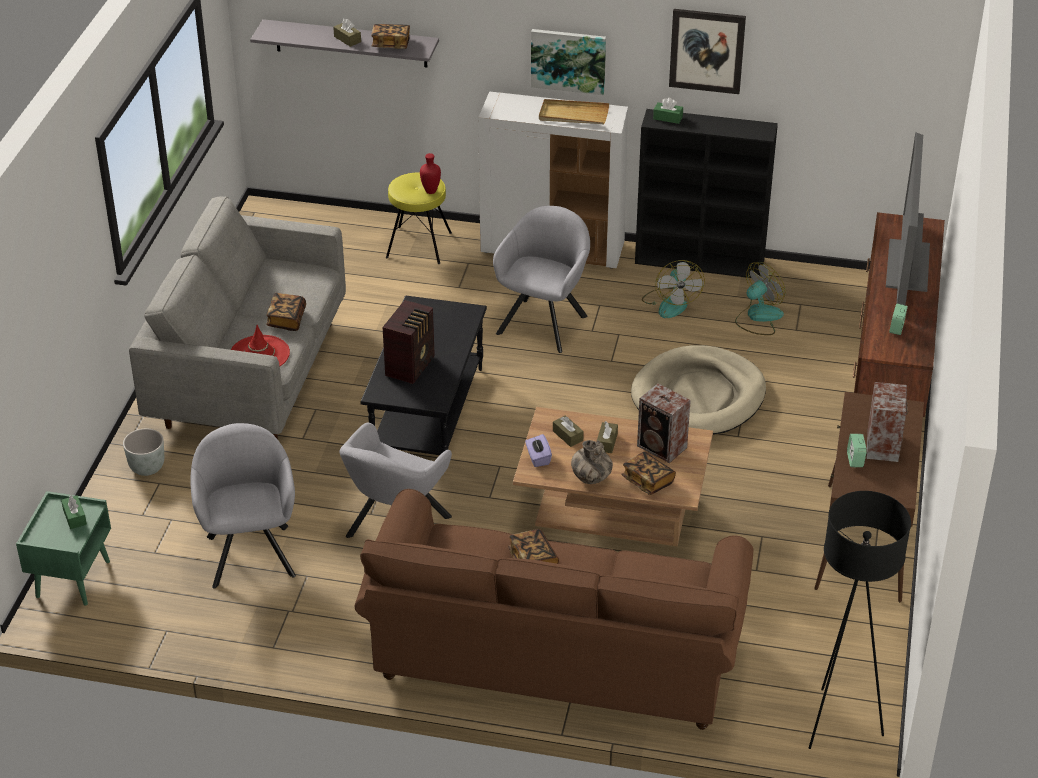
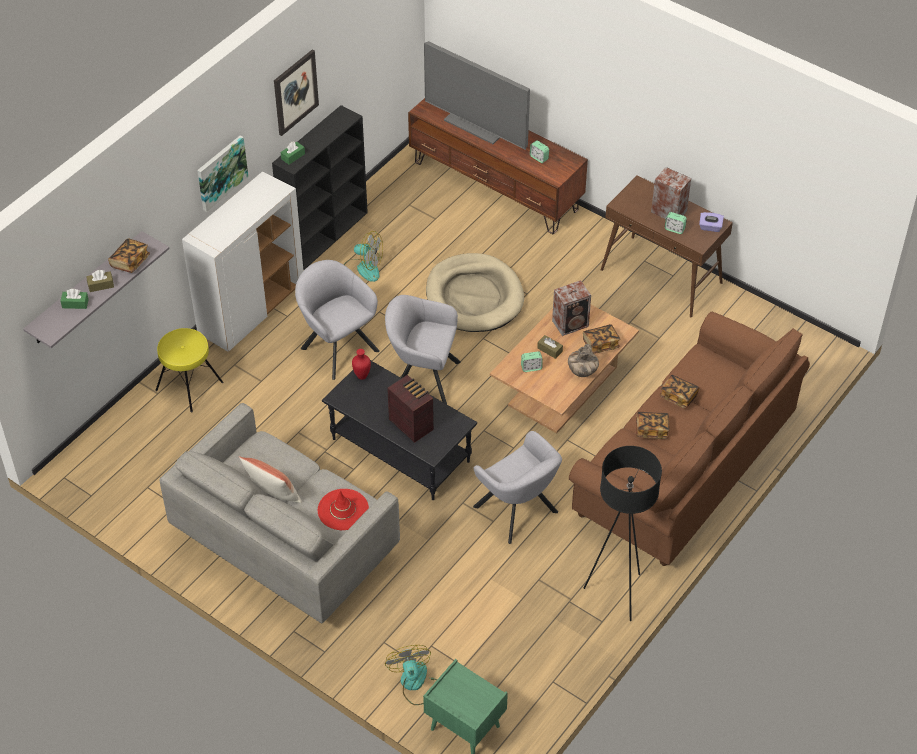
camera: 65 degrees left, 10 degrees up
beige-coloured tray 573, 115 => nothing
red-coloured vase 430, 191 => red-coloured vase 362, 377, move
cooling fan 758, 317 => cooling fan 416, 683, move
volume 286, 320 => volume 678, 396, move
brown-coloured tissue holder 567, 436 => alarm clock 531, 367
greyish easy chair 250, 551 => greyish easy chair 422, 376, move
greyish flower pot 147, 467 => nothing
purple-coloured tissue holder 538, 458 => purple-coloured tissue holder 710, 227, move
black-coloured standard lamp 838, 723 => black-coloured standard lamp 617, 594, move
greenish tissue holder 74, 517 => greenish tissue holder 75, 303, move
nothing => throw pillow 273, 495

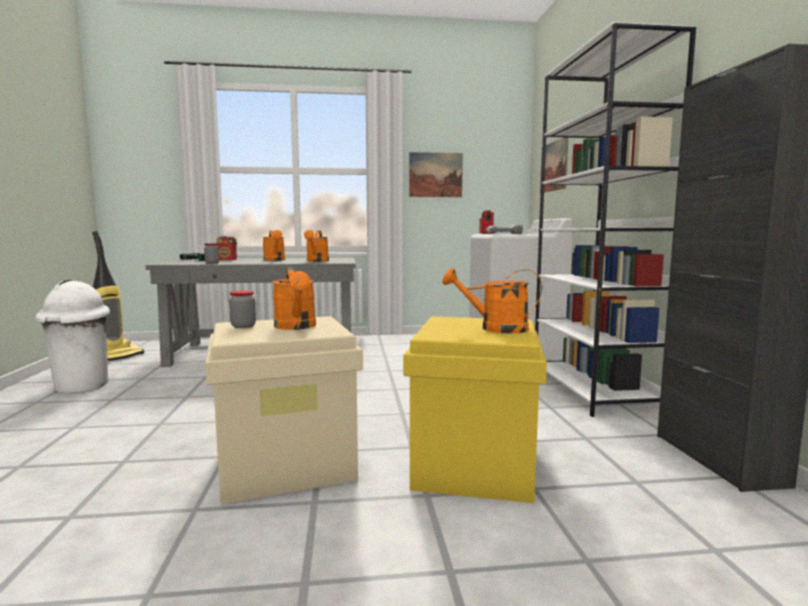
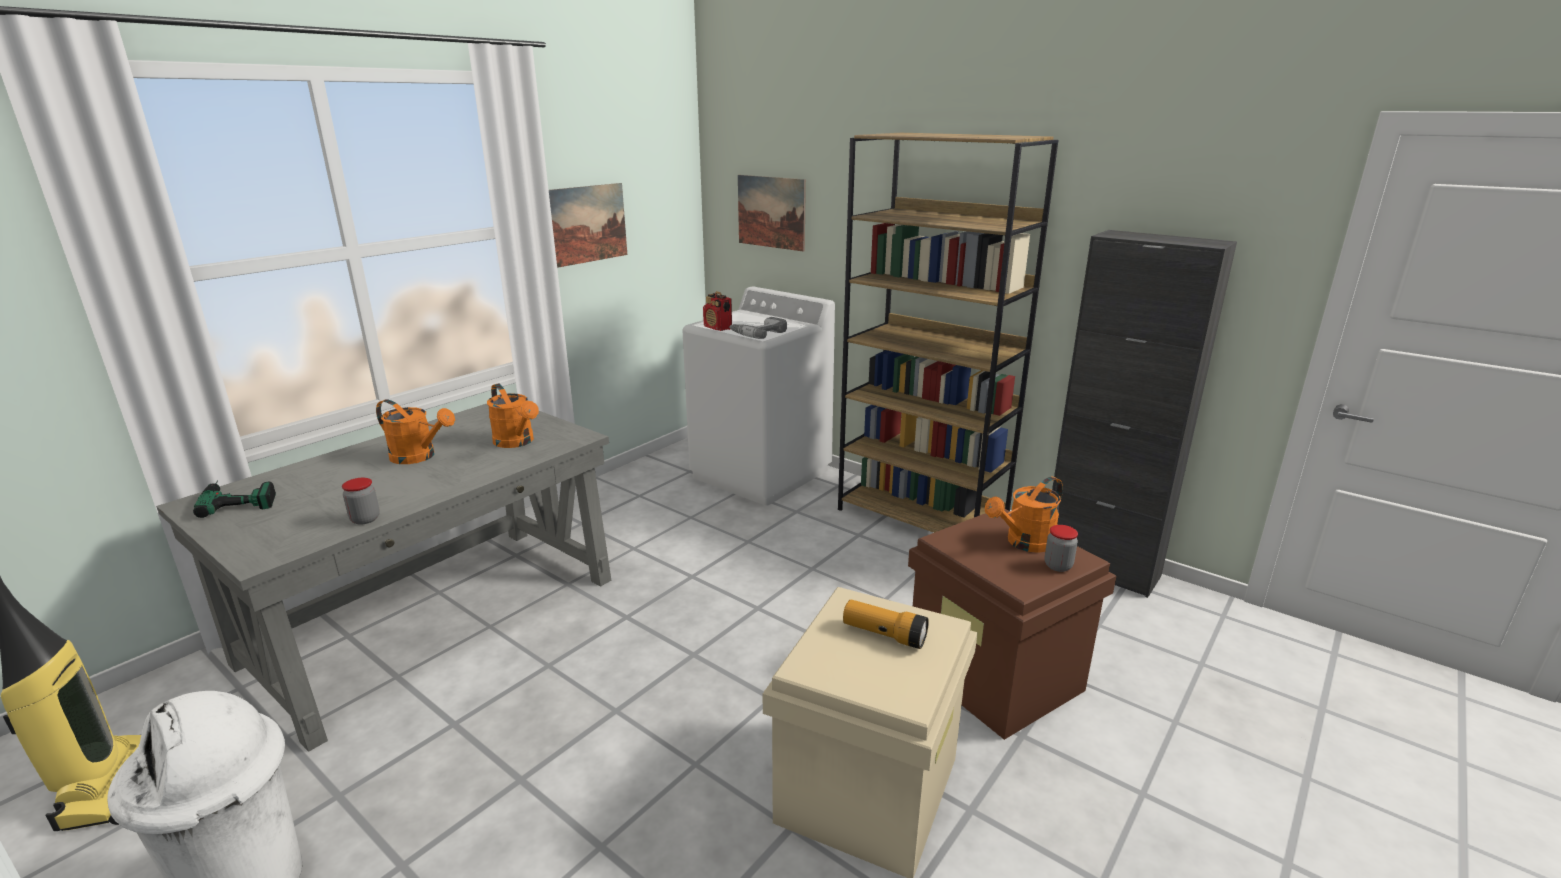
camera: 45 degrees left, 15 degrees up
white bookshelf 592, 390 => brown-coloured bookshelf 922, 517
radio 227, 260 => nothing
orange watering pot 296, 327 => torch 884, 635
storage jar 243, 326 => storage jar 1058, 566, move
yellowish storage container 475, 465 => brown-coloured storage container 996, 676

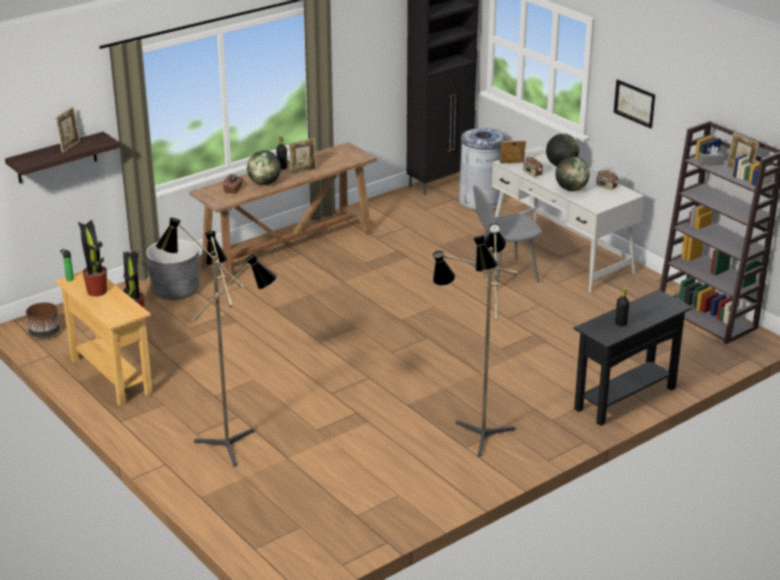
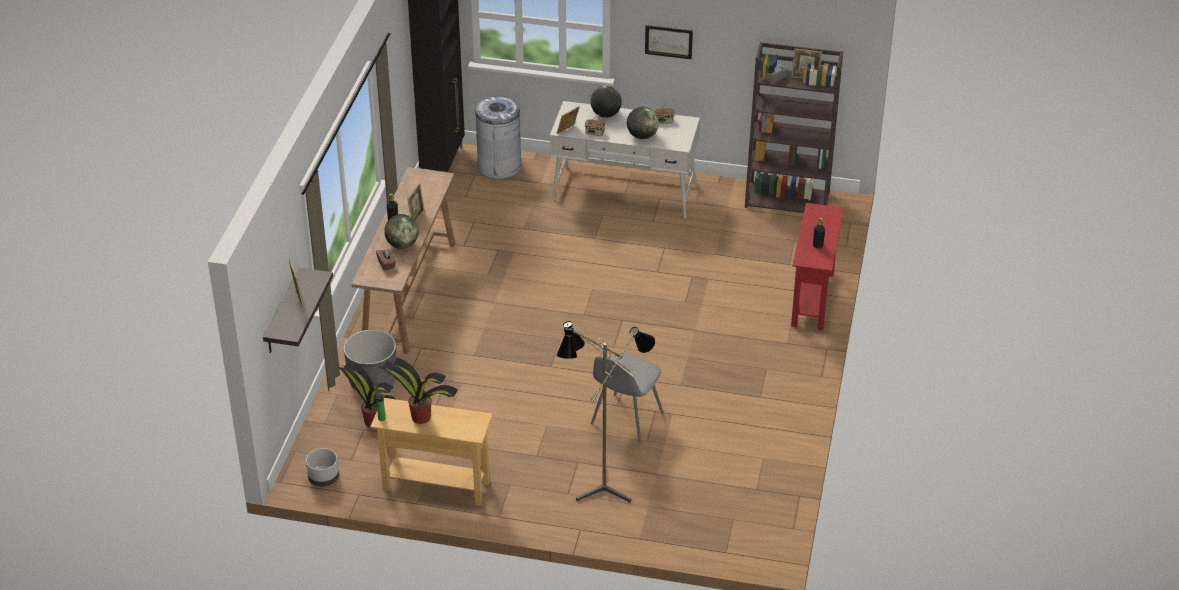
camera: 40 degrees left, 10 degrees up
greyish chair 504, 274 => greyish chair 625, 419, move
standard lamp 476, 436 => nothing
black-coloured hall table 625, 398 => red-coloured hall table 812, 299
brown-coloured flower pot 44, 334 => greyish flower pot 324, 479

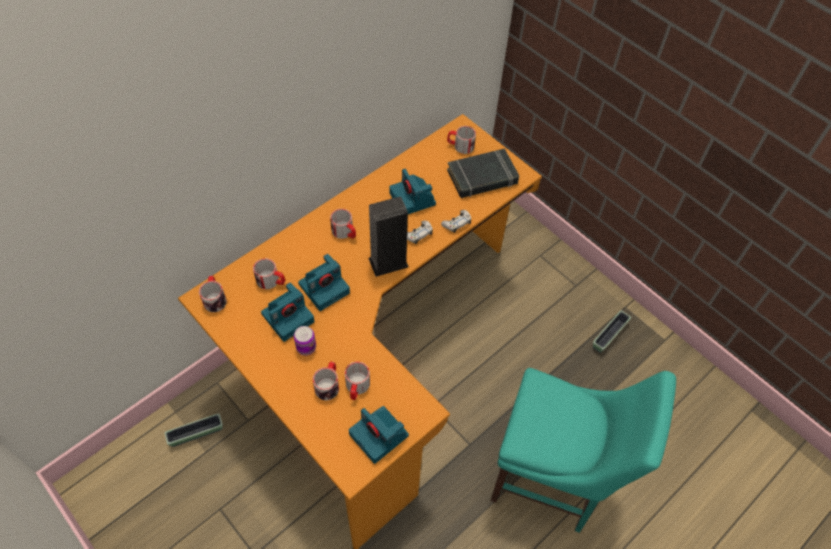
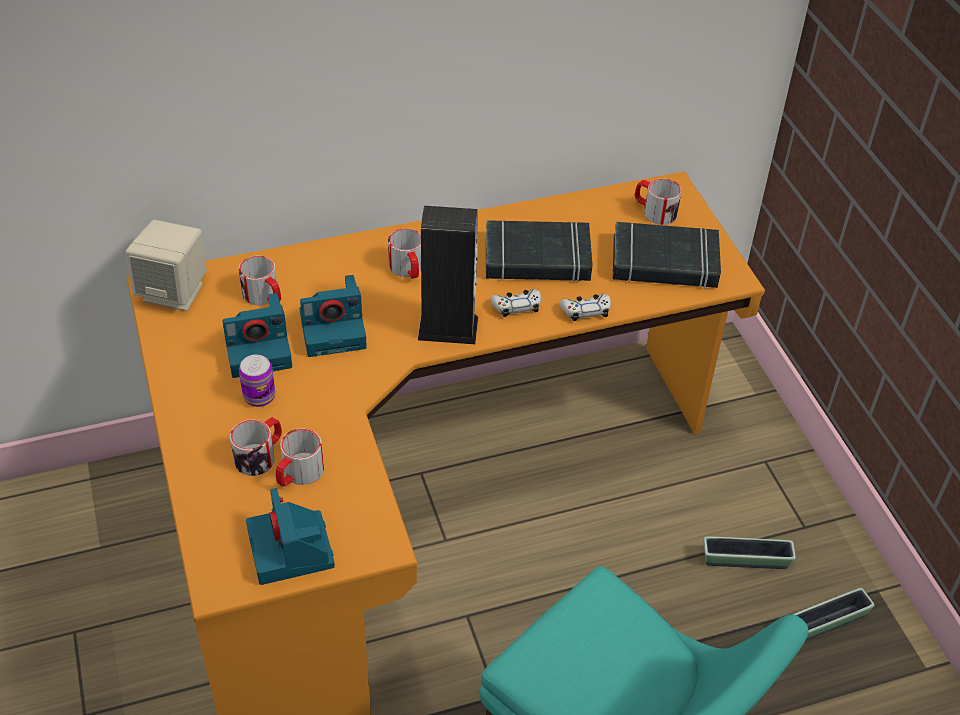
camera: 25 degrees right, 10 degrees down
photo camera 413, 199 => black-coloured volume 537, 259
mug 215, 298 => beige-coloured audio speaker 174, 292
flower pot 196, 434 => flower pot 745, 560, move

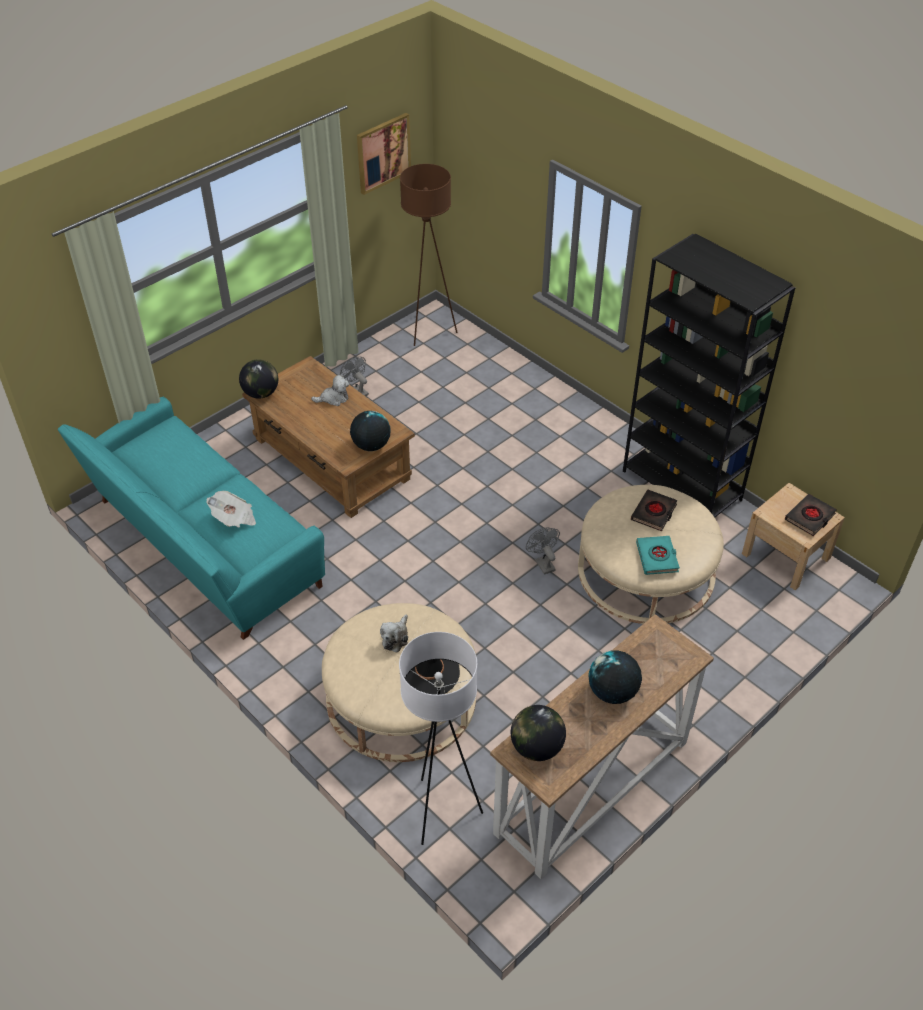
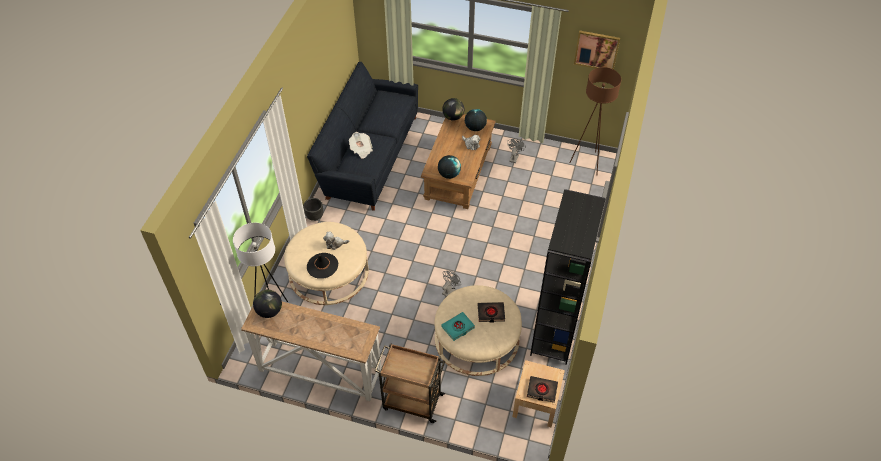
camera: 60 degrees right, 5 degrees up
turquoise settee 202, 546 => black-coloured settee 368, 156
world globe 612, 692 => world globe 475, 128, move
nothing => black-coloured flower pot 314, 216
nothing => brown-coloured trolley 411, 401

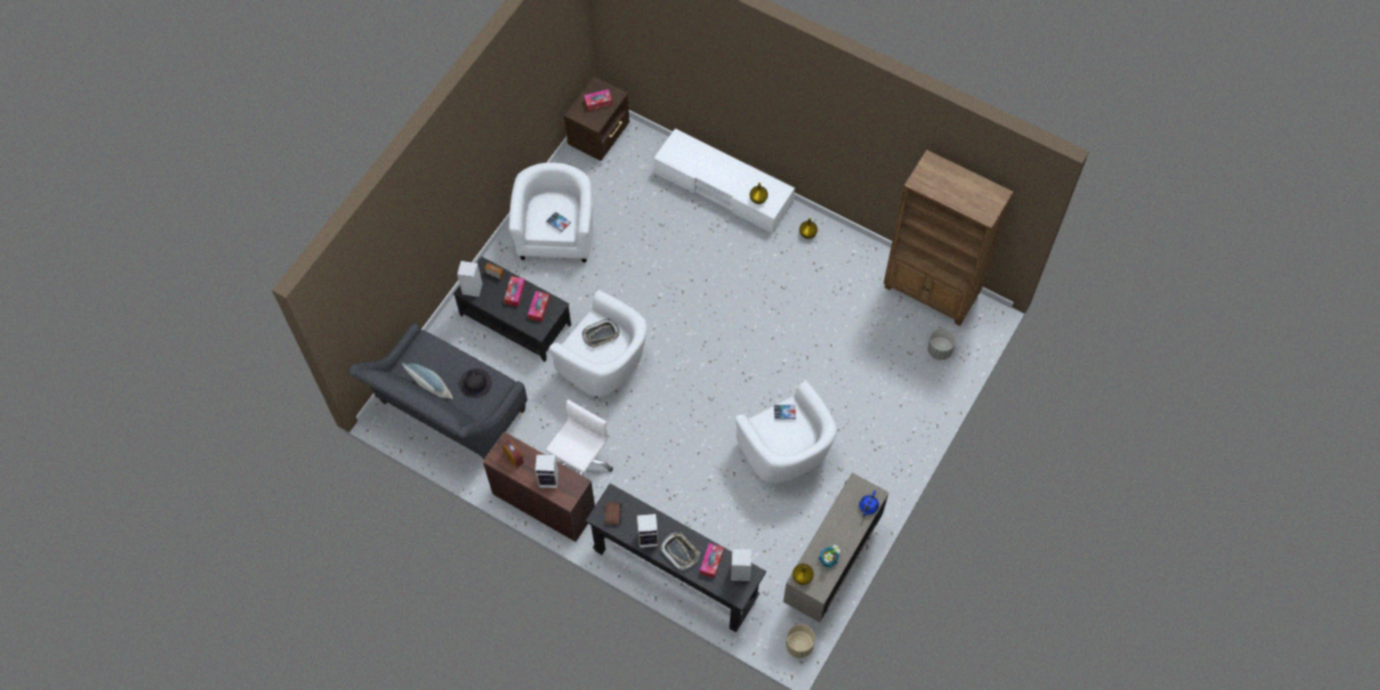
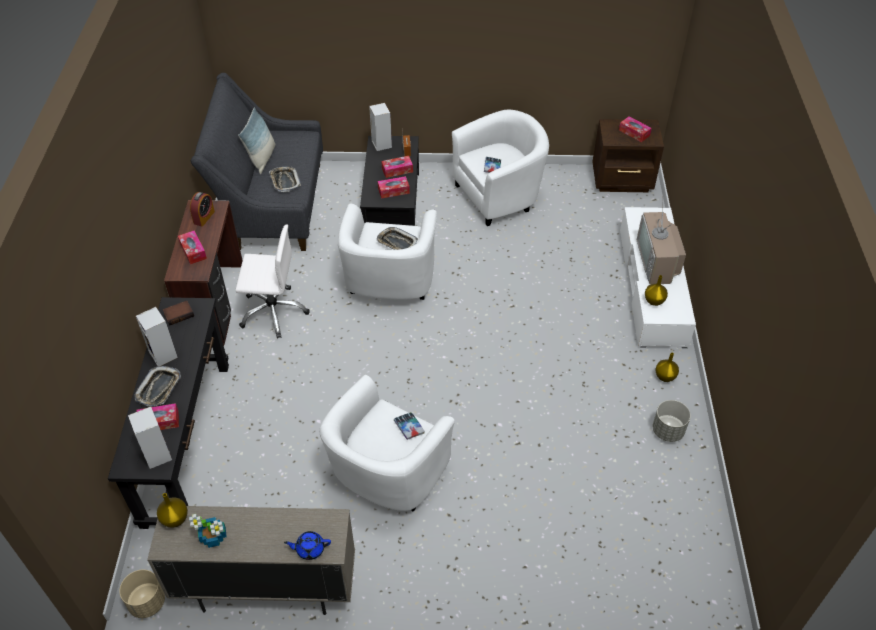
camera: 60 degrees right, 15 degrees down
brown-coloured bookshelf 931, 292 => nothing
greyish flower pot 939, 350 => greyish flower pot 667, 431, move
black-coloured hat 475, 383 => tray 285, 181
audio speaker 549, 479 => tissue holder 193, 251
nothing => television 658, 261

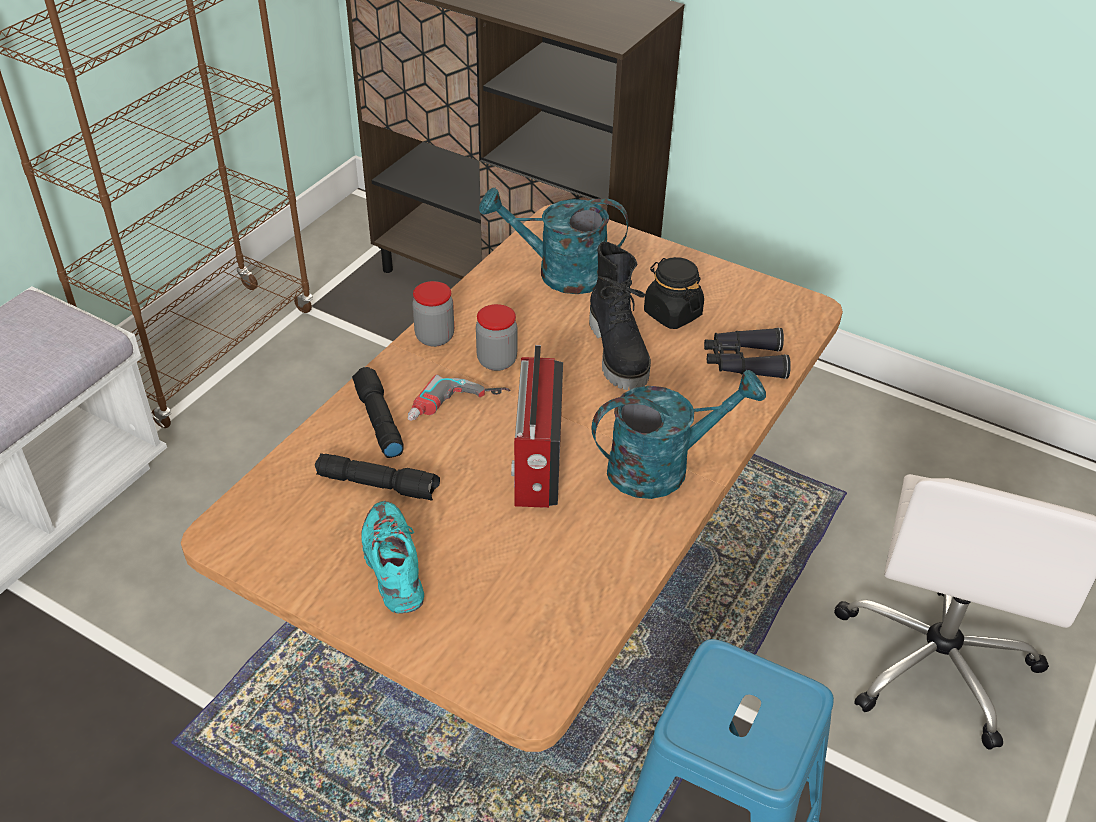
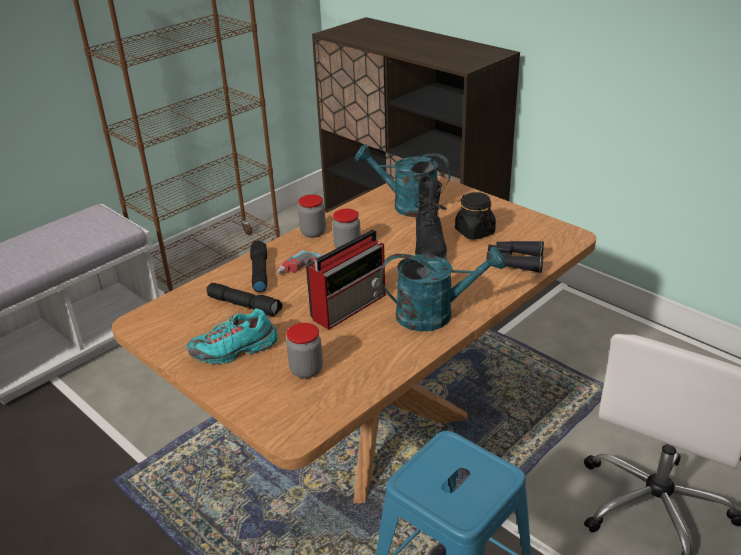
camera: 15 degrees right, 10 degrees down
radio 536, 466 => radio 350, 306, 150 degrees counterclockwise
turquoise item of footwear 393, 567 => turquoise item of footwear 235, 350, 105 degrees counterclockwise
nothing => storage jar 306, 370

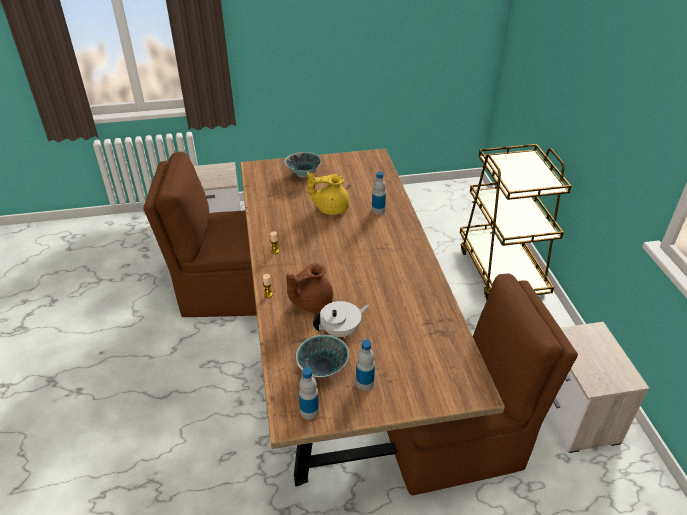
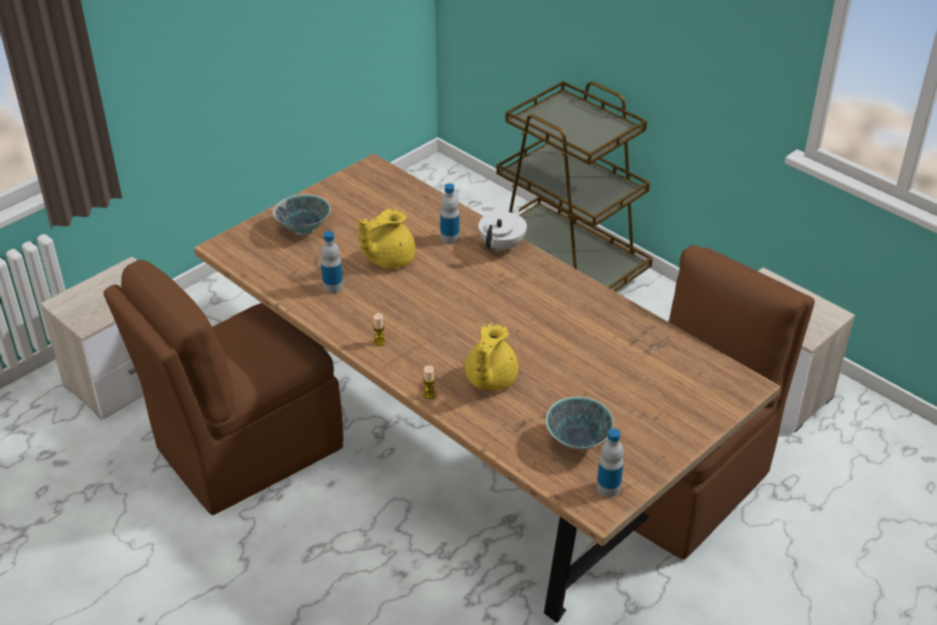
camera: 35 degrees left, 0 degrees up
brown-coloured teapot 311, 303 => yellowish teapot 489, 380
white teapot 341, 331 => white teapot 502, 245, move
beverage bottle 365, 383 => beverage bottle 333, 287, move

